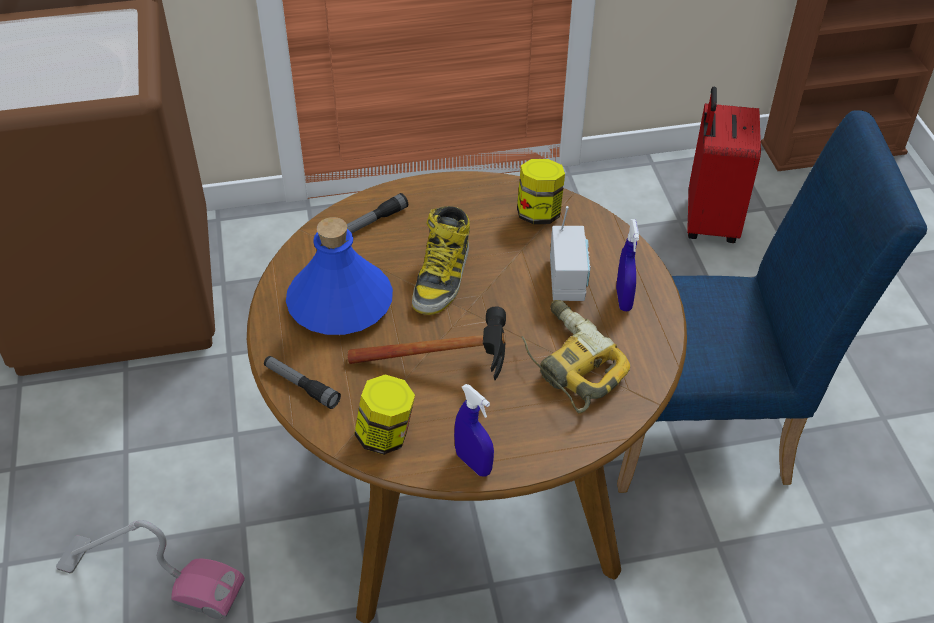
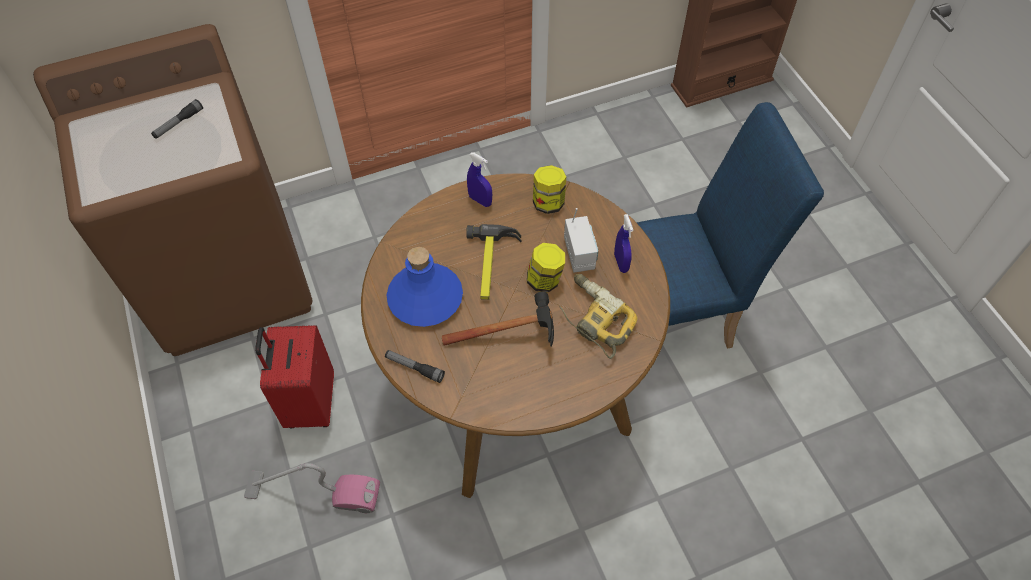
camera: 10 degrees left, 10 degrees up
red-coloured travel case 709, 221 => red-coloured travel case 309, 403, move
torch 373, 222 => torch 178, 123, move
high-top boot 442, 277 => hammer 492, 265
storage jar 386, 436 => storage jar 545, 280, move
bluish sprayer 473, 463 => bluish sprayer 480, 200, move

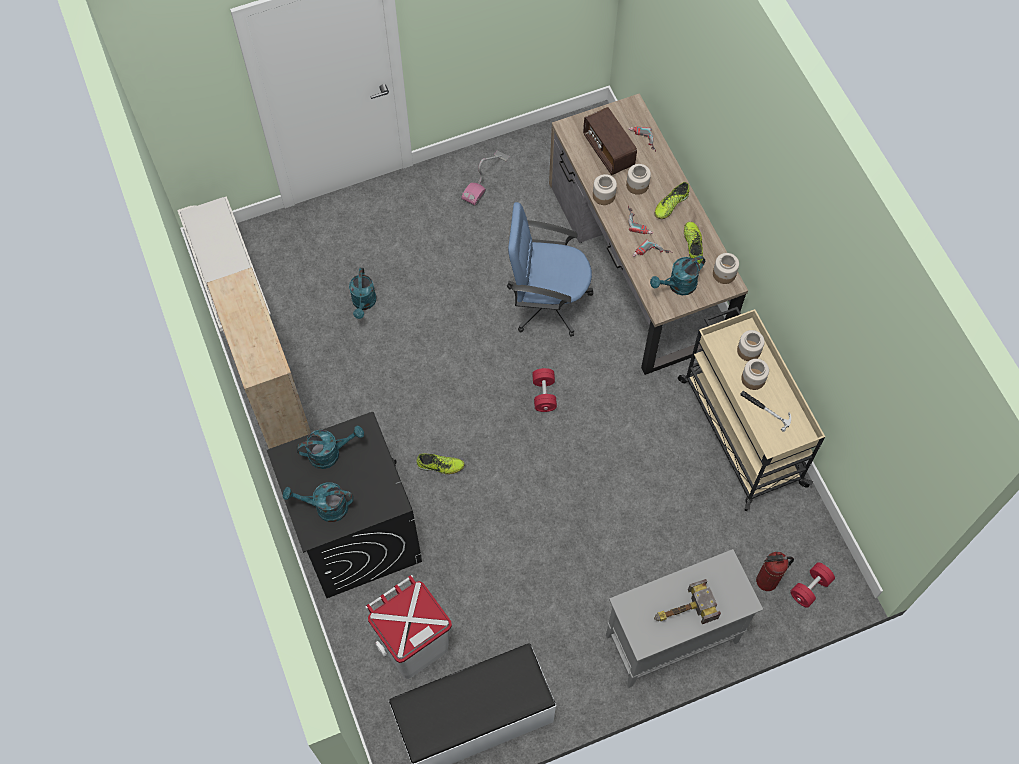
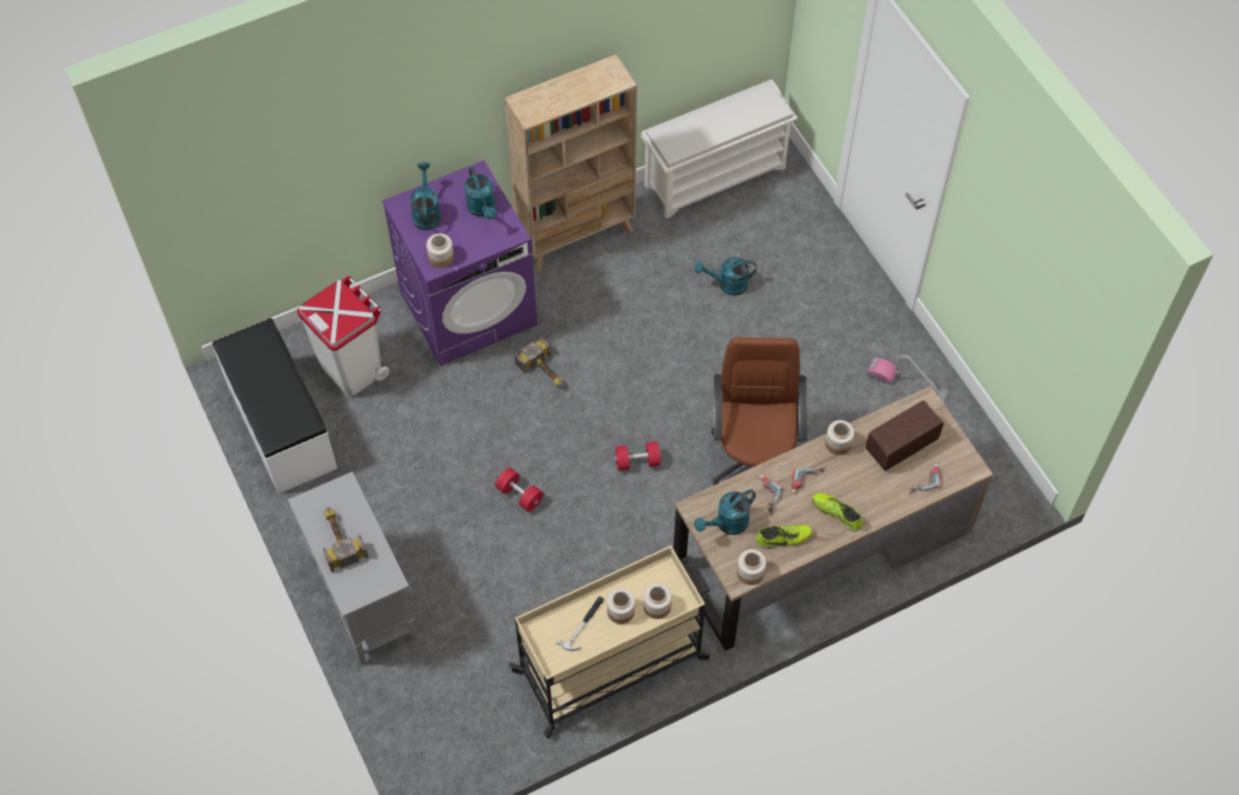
camera: 85 degrees right, 5 degrees down
storage jar 637, 185 => storage jar 441, 257, move
bluish desk chair 547, 301 => brown-coloured desk chair 754, 457
turquoise watering pot 678, 286 => turquoise watering pot 727, 524, 90 degrees counterclockwise
black-coloured washing machine 356, 532 => purple-coloured washing machine 469, 307
item of footwear 440, 466 => hammer 545, 372
fire-fighting cylinder 766, 581 => nothing
red-coloured hand weight 810, 588 => red-coloured hand weight 519, 495, move

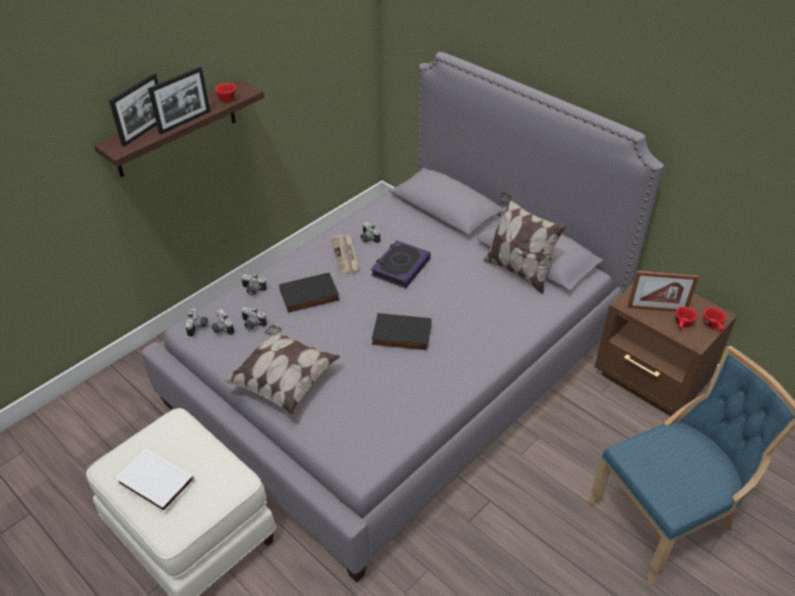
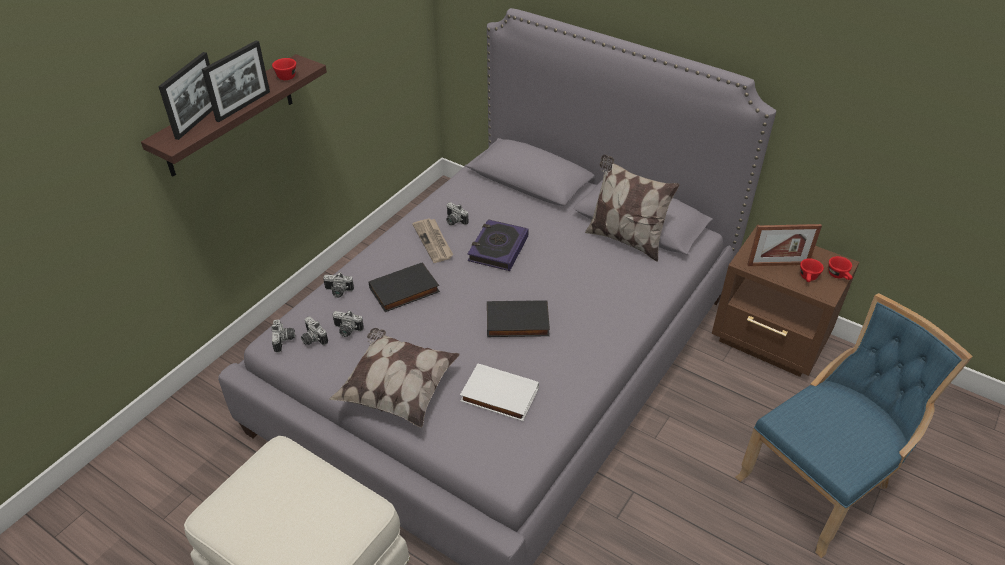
camera: 10 degrees left, 0 degrees up
white volume 154, 483 => white volume 498, 396, move

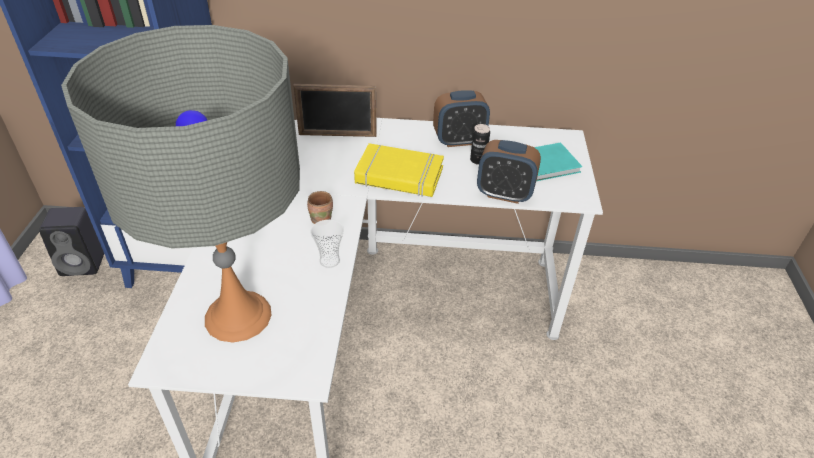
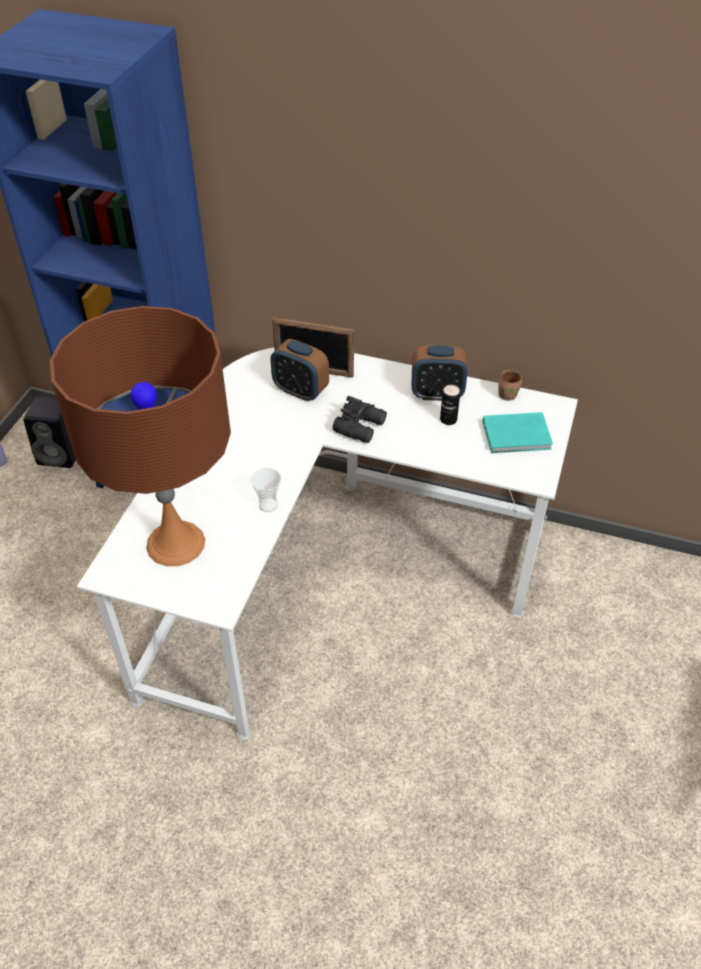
camera: 15 degrees right, 5 degrees up
greyish tabletop lamp 238, 316 => brown-coloured tabletop lamp 175, 543
alarm clock 504, 194 => alarm clock 300, 391, move
yellowish volume 399, 176 => black-coloured pair of binoculars 361, 426
brown-coloured mug 321, 218 => brown-coloured mug 507, 394, move

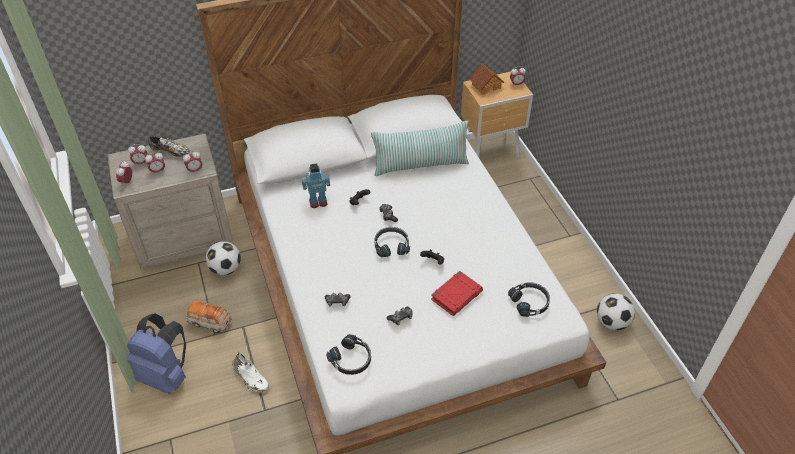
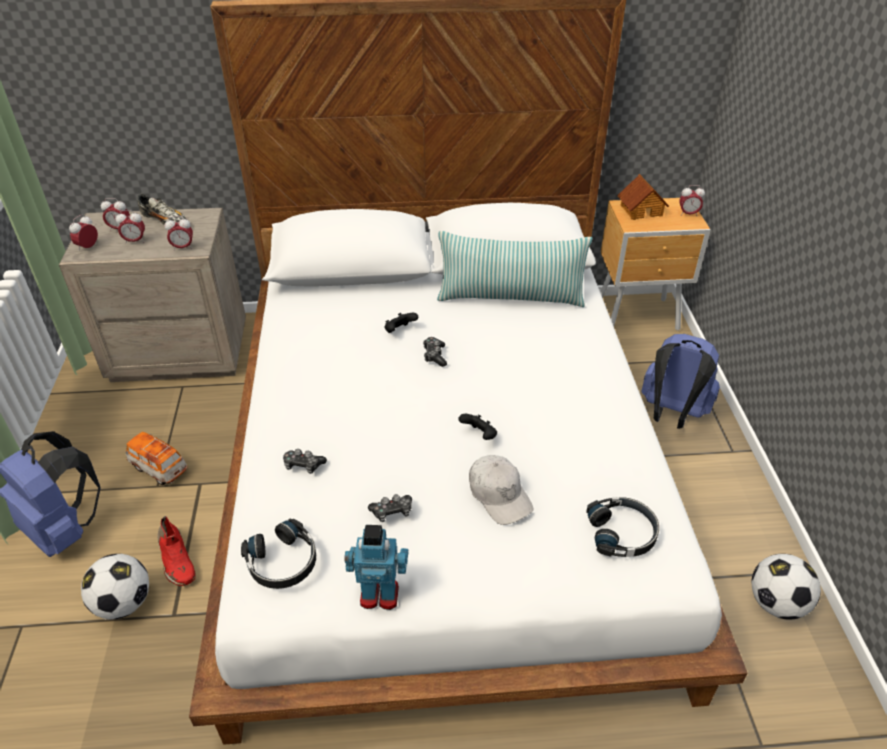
camera: 15 degrees right, 5 degrees down
toy robot 318, 201 => toy robot 379, 594, move
black-coloured headphones 391, 245 => nothing
ball for football 225, 269 => ball for football 124, 603, move
red-coloured volume 456, 295 => white peaked cap 499, 495
white item of footwear 250, 377 => red-coloured item of footwear 176, 559
nothing => bluish rucksack 671, 414

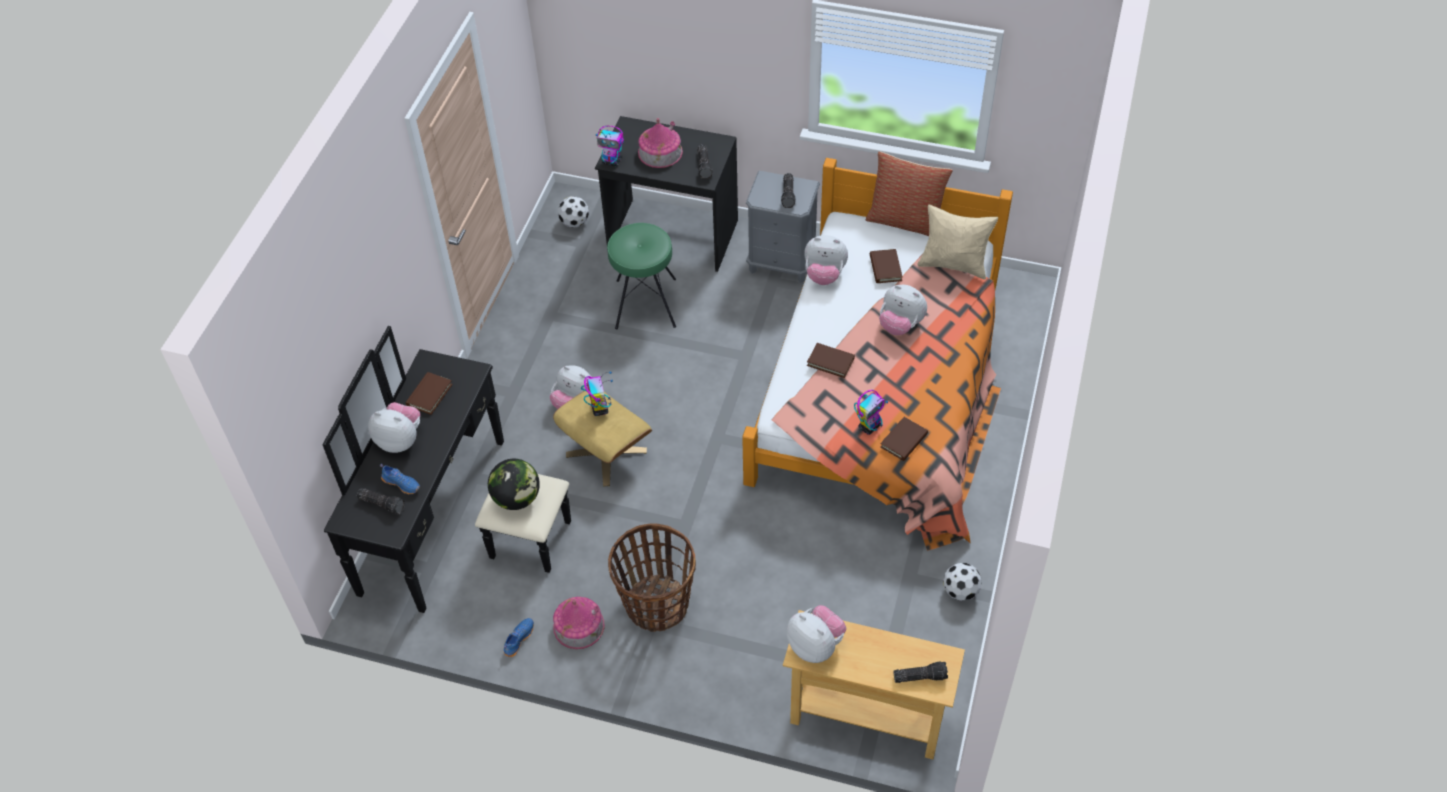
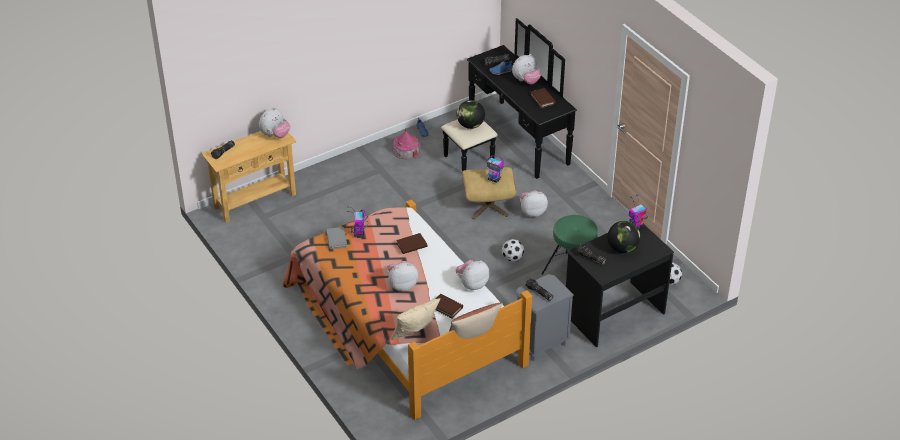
camera: 130 degrees right, 10 degrees down
model house 660, 152 => world globe 622, 248
brown-coloured volume 904, 441 => greyish volume 336, 239
storage basket 656, 604 => nothing
ball for football 960, 591 => ball for football 512, 258, move
plush toy 815, 646 => plush toy 275, 135, 45 degrees counterclockwise

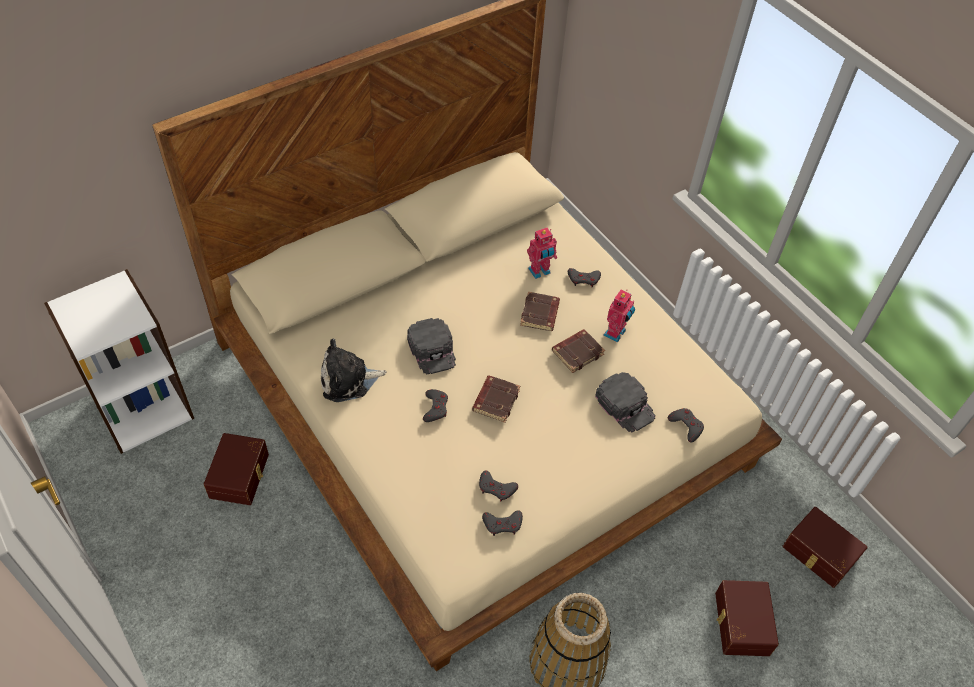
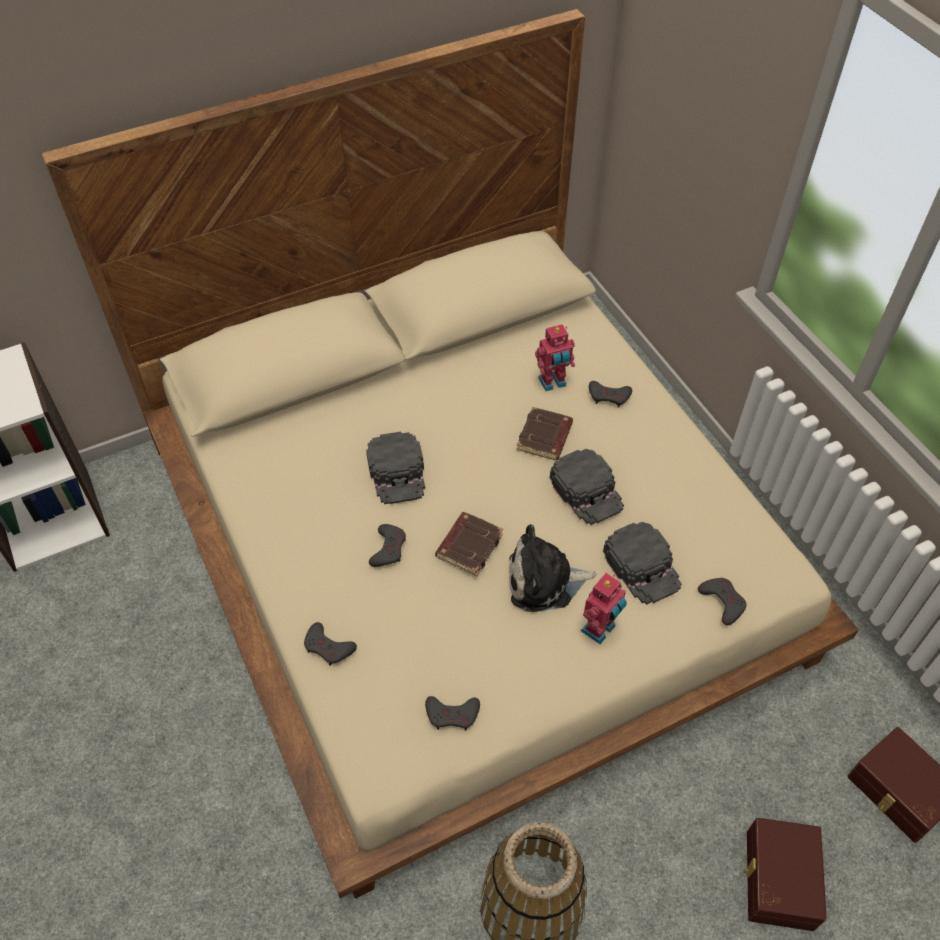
camera: 10 degrees right, 0 degrees up
toy robot 616, 333 => toy robot 600, 629, move
brown-coloured volume 577, 352 => black-coloured peaked cap 587, 491
plush toy 348, 380 => plush toy 544, 581, move
brown-coloured storage container 241, 475 => nothing
greyish gamepad 496, 488 => greyish gamepad 328, 647, move

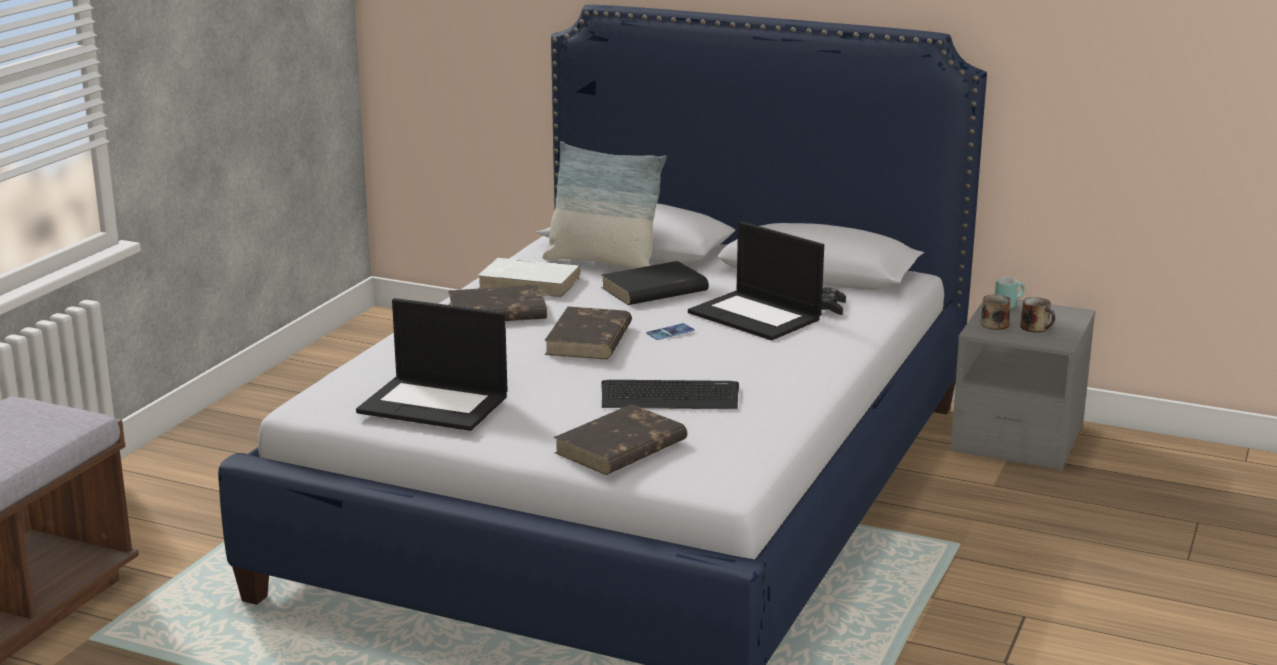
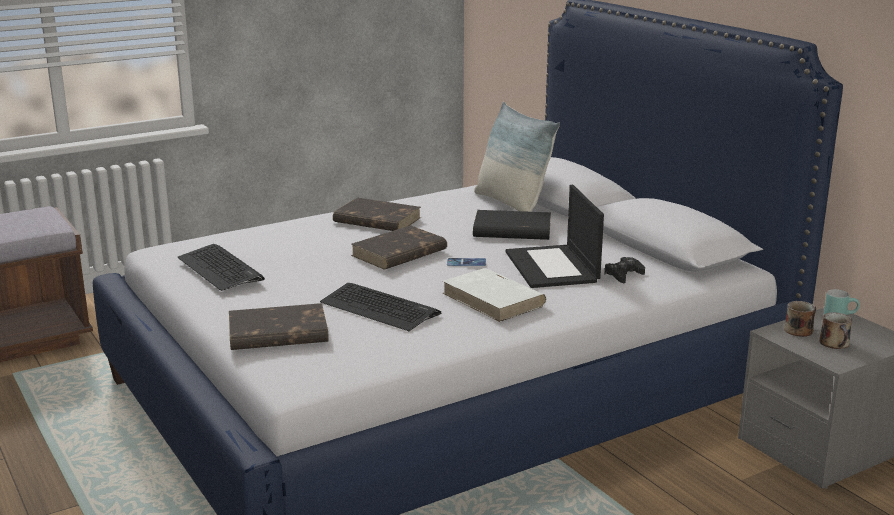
camera: 35 degrees right, 0 degrees up
white volume 531, 282 => white volume 494, 300, move
laptop 435, 404 => keyboard 220, 269

